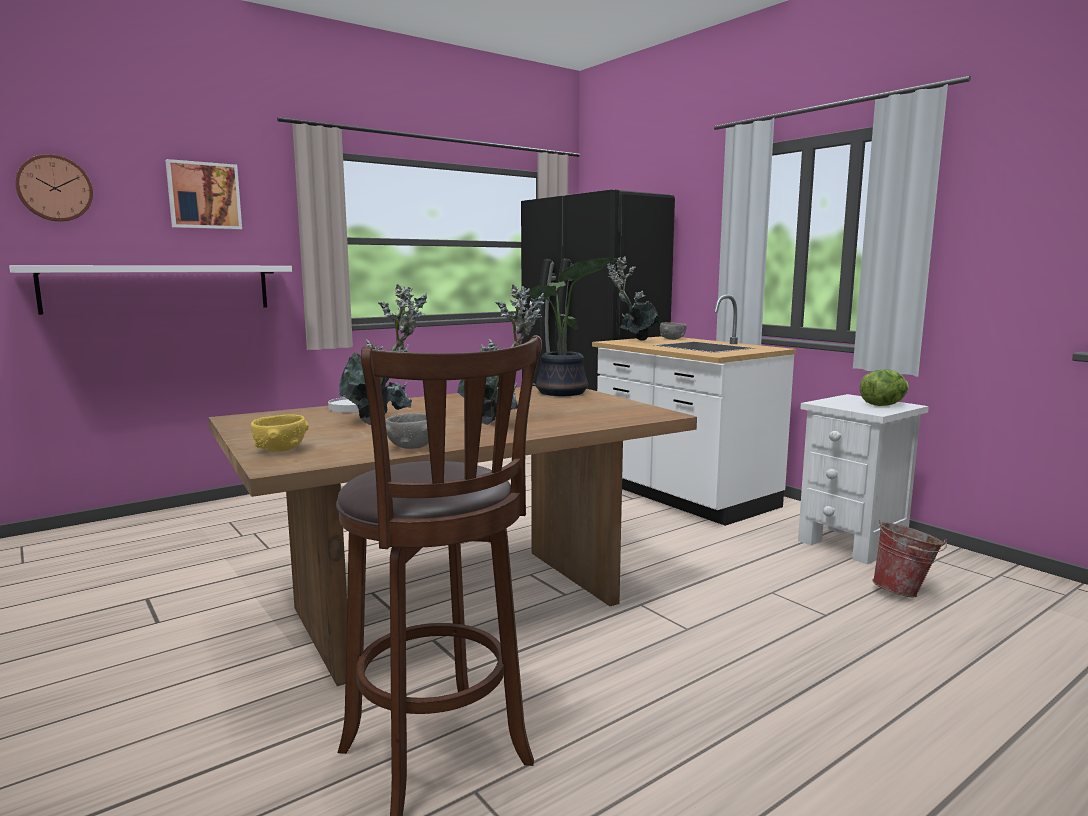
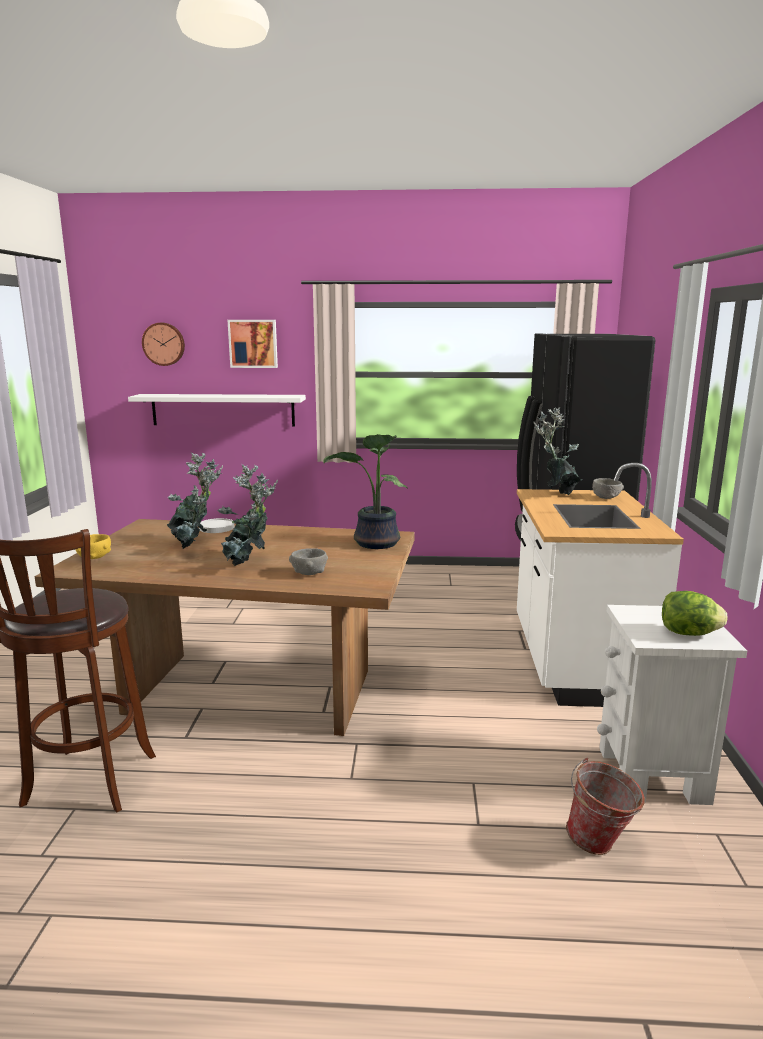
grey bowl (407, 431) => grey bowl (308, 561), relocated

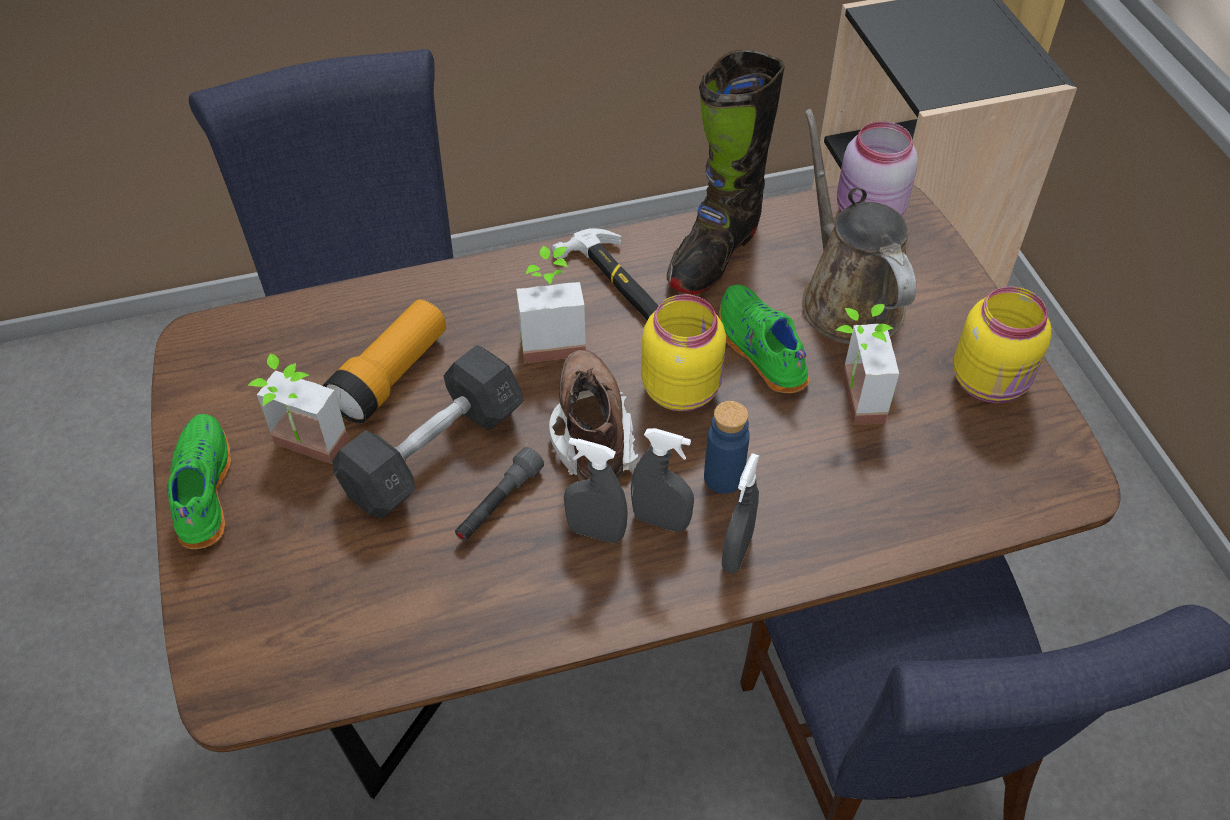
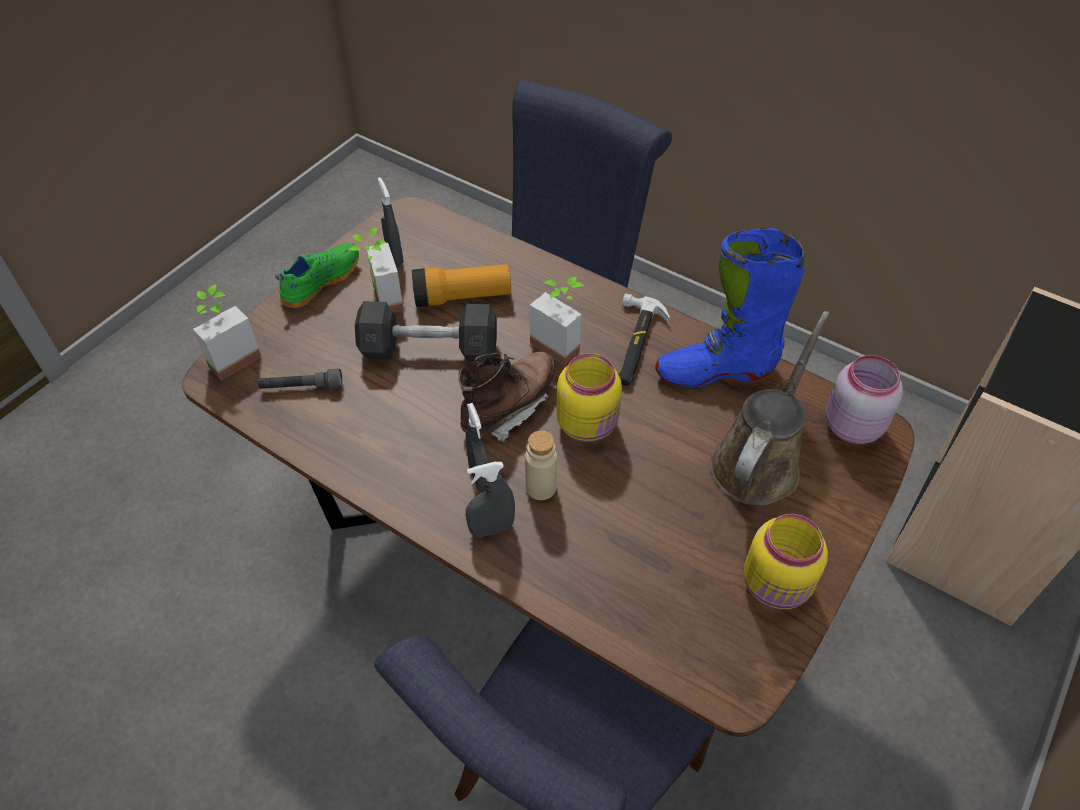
grey flashlight (499, 494) => grey flashlight (300, 379), relocated
grey spray bottle (596, 490) => grey spray bottle (391, 221), relocated
black boot (726, 172) => blue boot (730, 307)
blue bottle (727, 447) => beige bottle (541, 465)
green shoe (764, 339) => nothing
potted plant (867, 364) => potted plant (227, 332), relocated

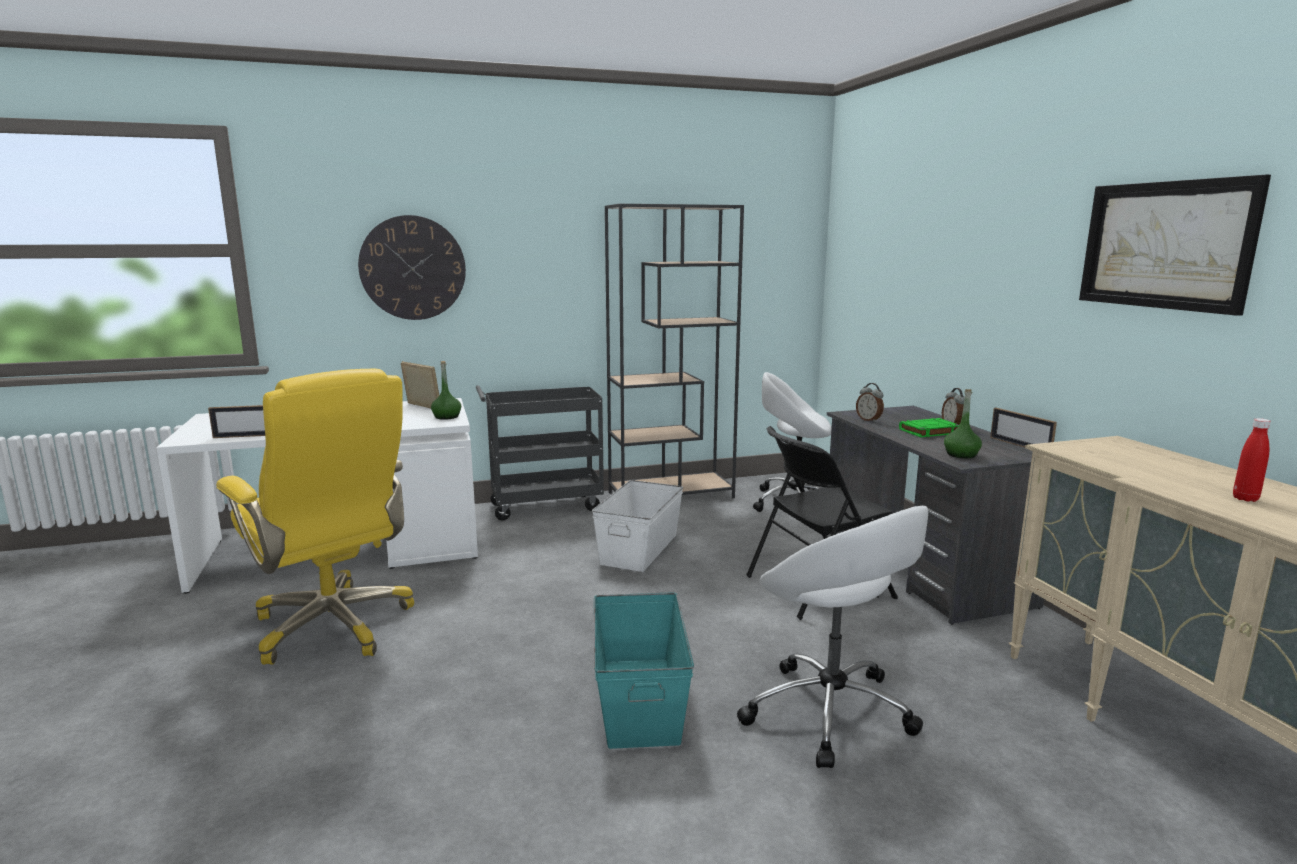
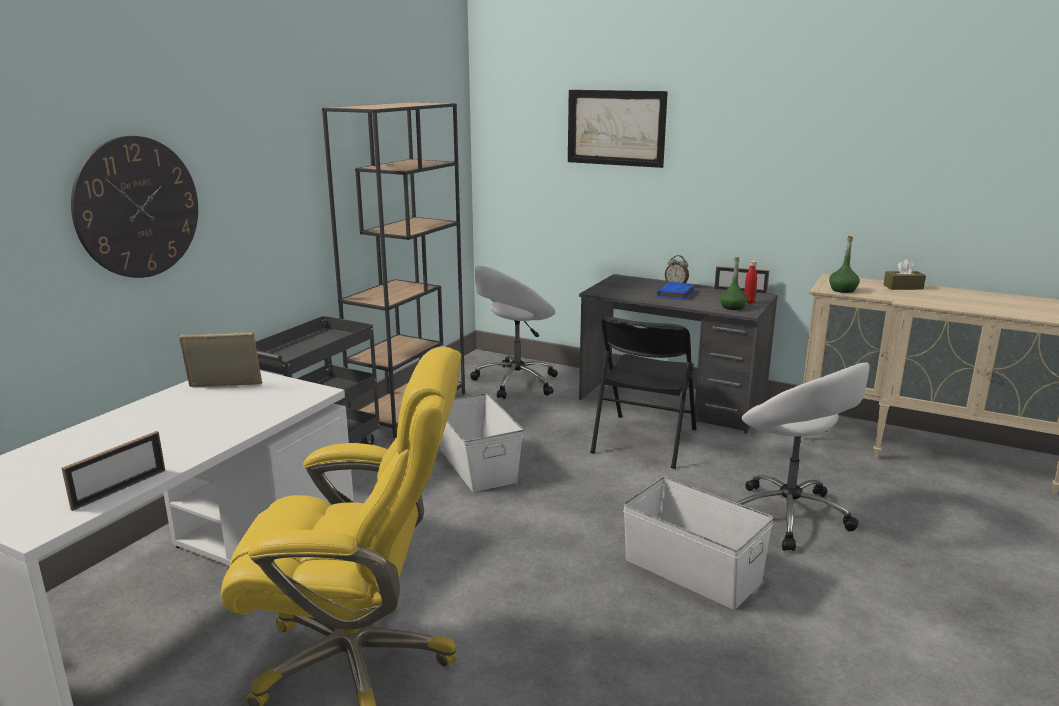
green bottle (446, 390) => green bottle (844, 264), relocated
turquoise storage box (644, 670) => white storage box (698, 543)
white office chair (832, 637) => white office chair (802, 456), 45 degrees clockwise
alarm clock (870, 403) => nothing
green book (929, 427) => blue book (676, 291)
picture (1175, 245) => picture (618, 129), relocated
red bottle (1252, 460) => red bottle (750, 282), relocated
nothing => brown tissue box (904, 274)

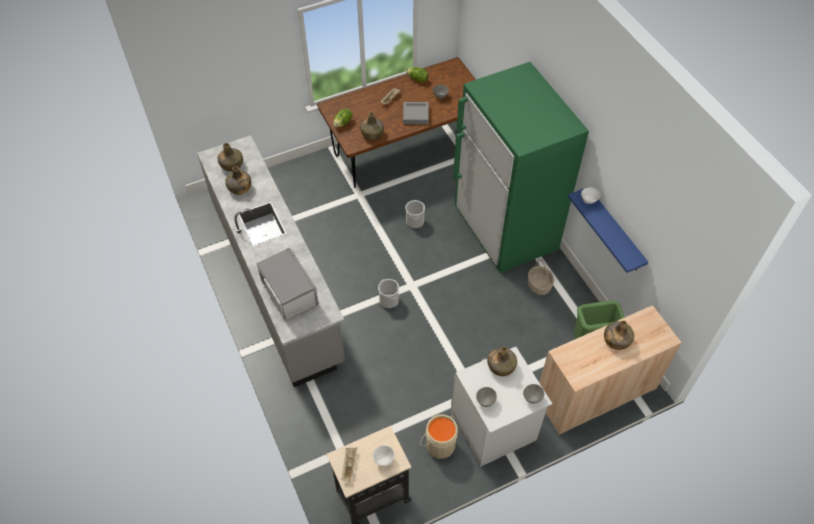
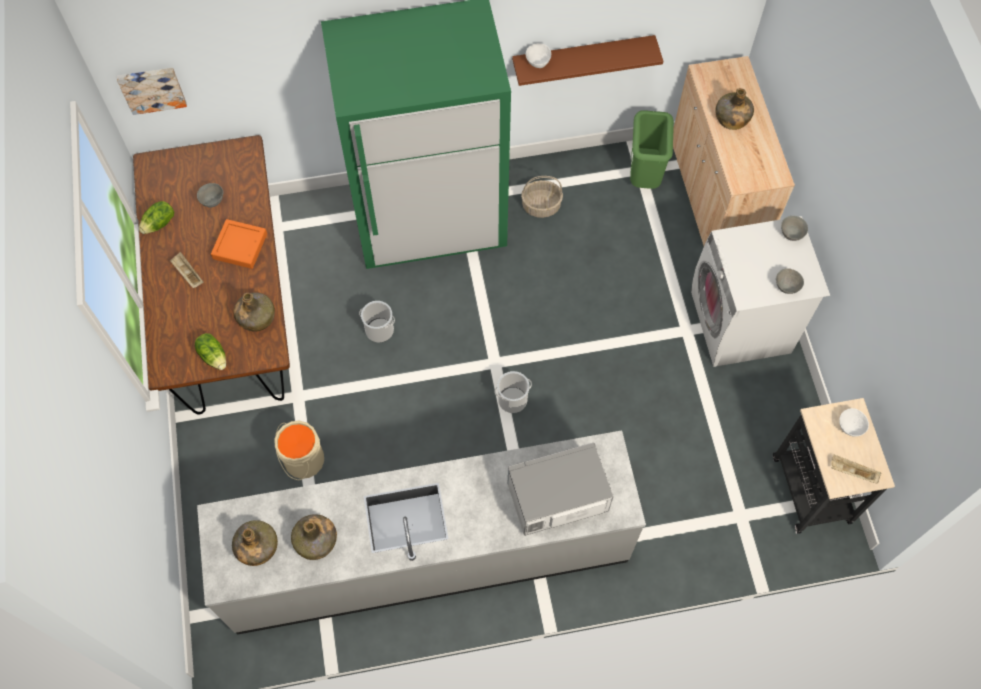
grey tray (416, 113) => orange tray (239, 244)
beige bucket (439, 437) => beige bucket (299, 450), relocated
green bottle (502, 361) => nothing
blue shelf (608, 230) => brown shelf (587, 60)
nothing => picture (152, 91)

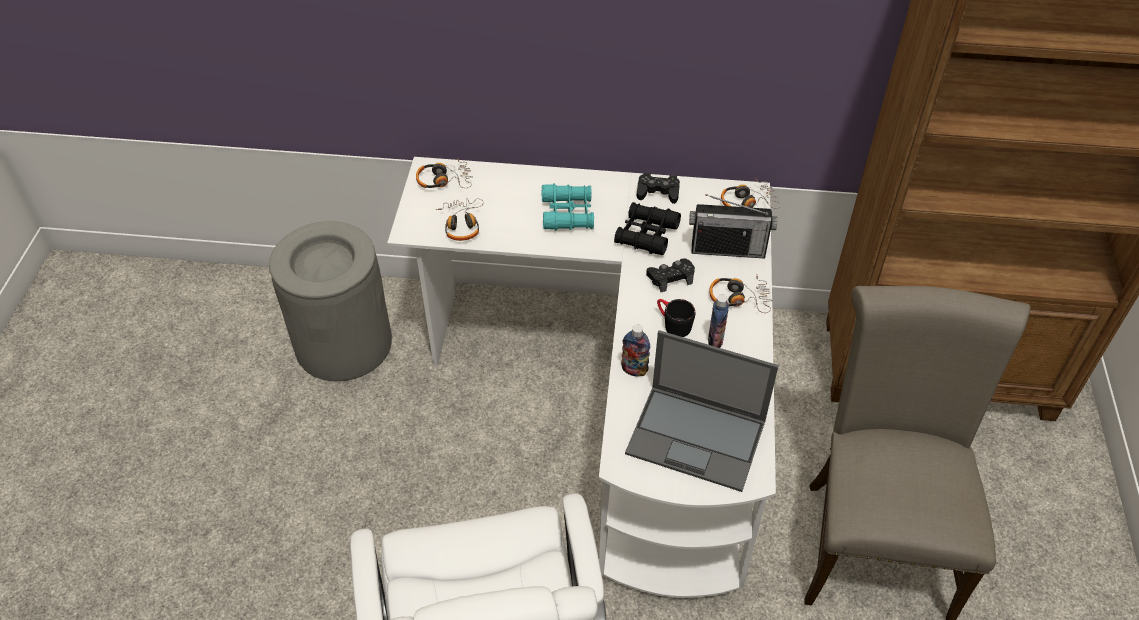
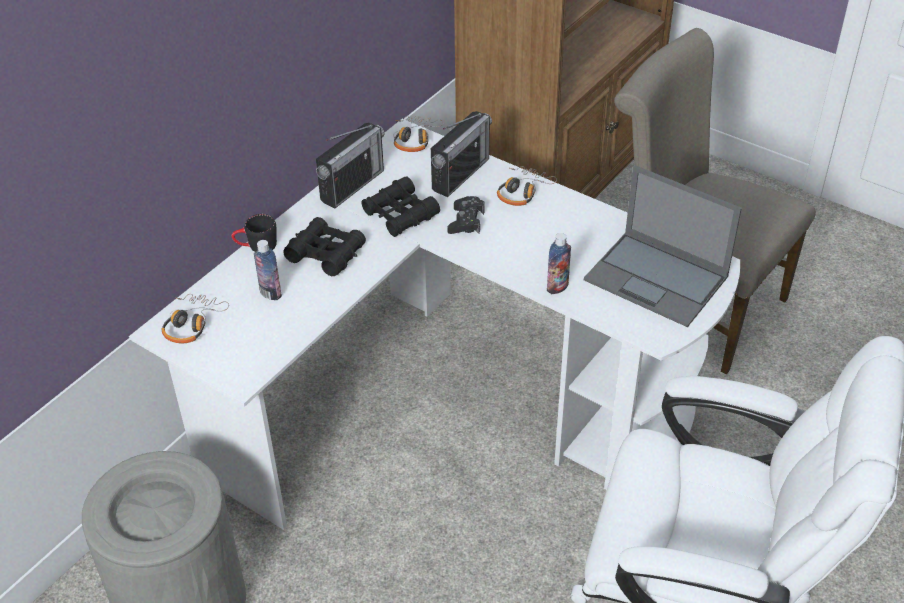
headphones (460, 219) => nothing
turquoise binoculars (568, 207) => black binoculars (324, 246)
laptop (702, 411) => laptop (663, 246), 75 degrees clockwise
black game controller (658, 188) => radio (350, 166)
black mug (676, 318) => black mug (254, 233), relocated
bottle (718, 321) => bottle (268, 270), relocated

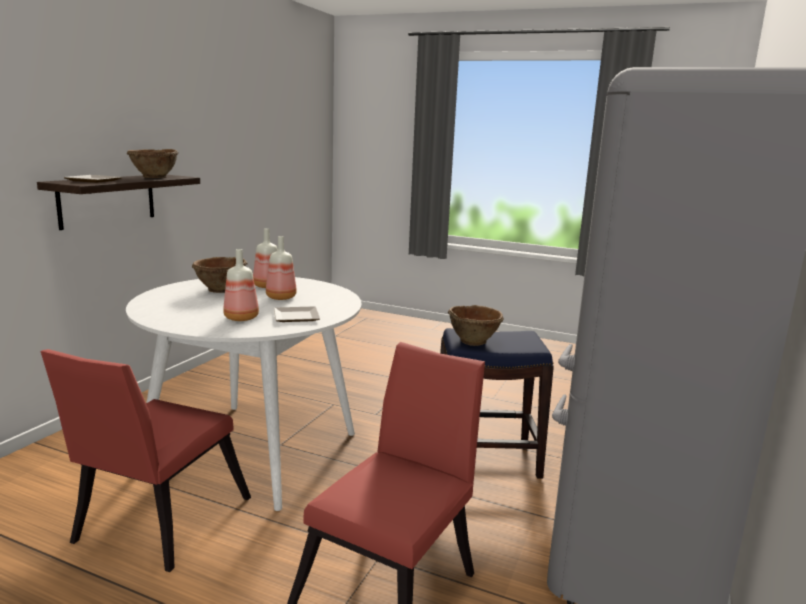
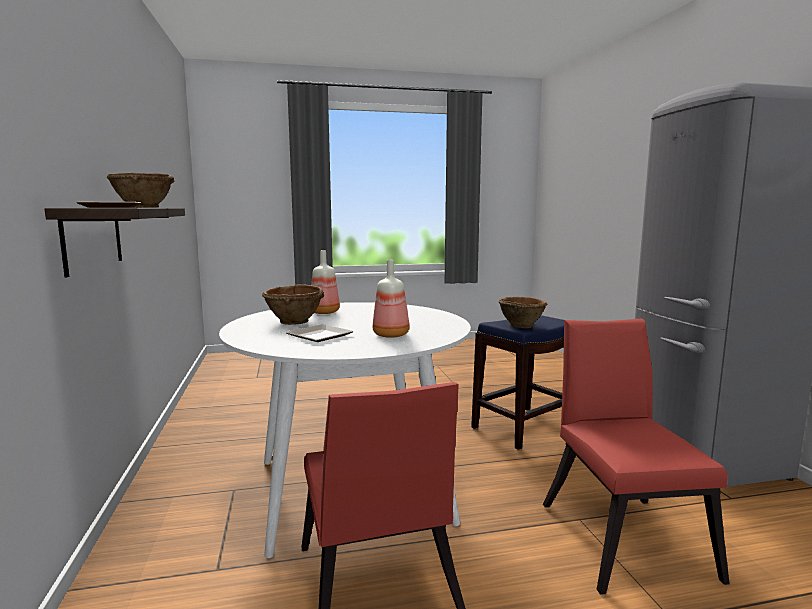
bottle (281, 268) => nothing
plate (297, 314) => plate (319, 333), relocated

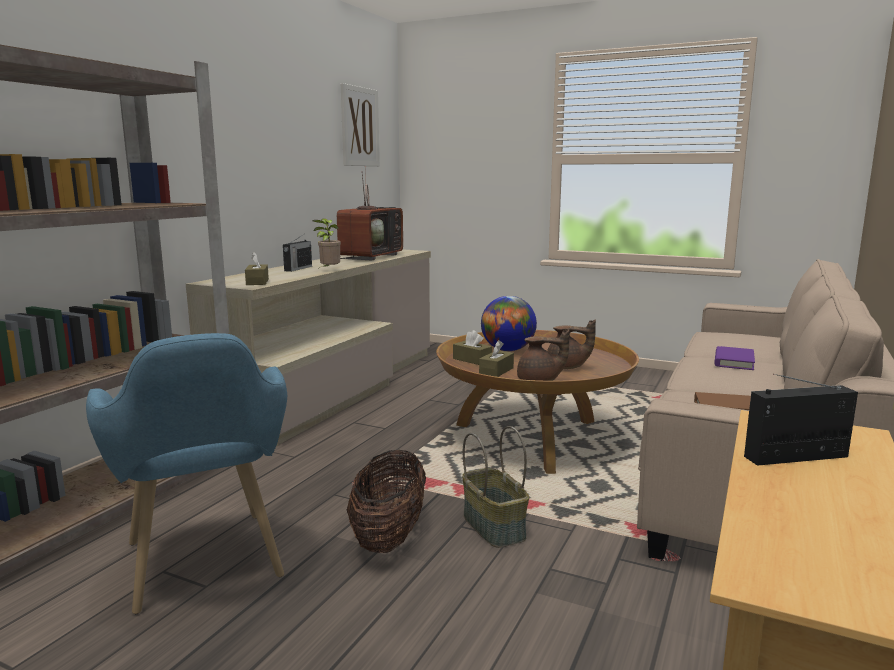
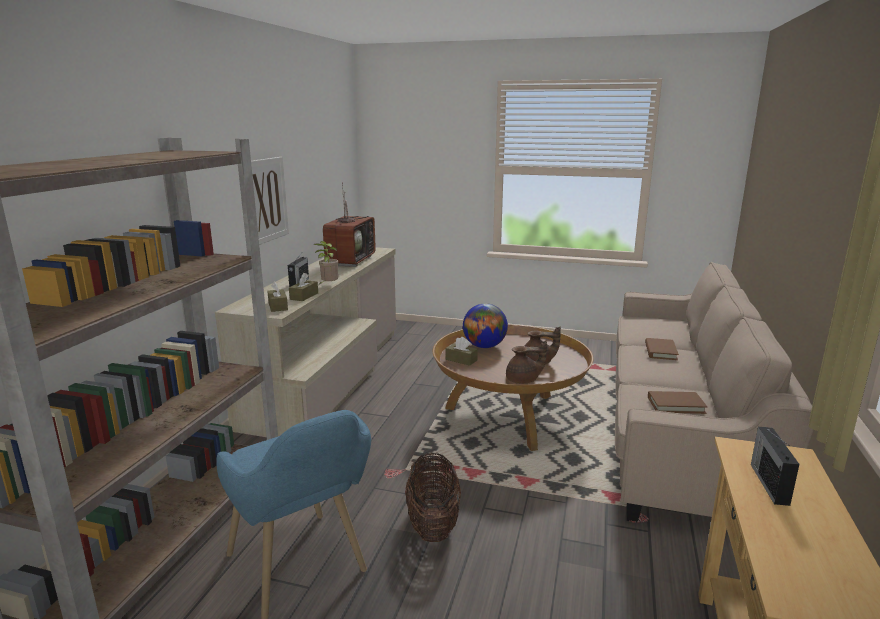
picture (360, 124) => picture (270, 201), relocated
basket (495, 487) => nothing
brown tissue box (496, 358) => brown tissue box (303, 287), relocated
purple book (734, 358) => brown book (662, 349)
radio (801, 420) => radio (775, 466), 60 degrees counterclockwise

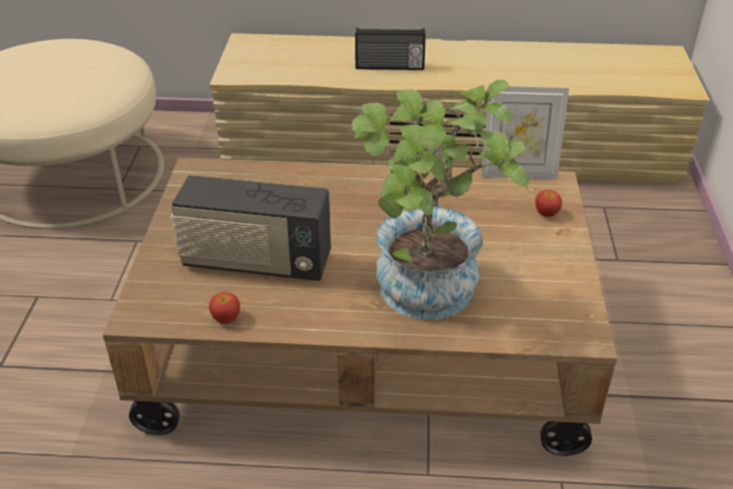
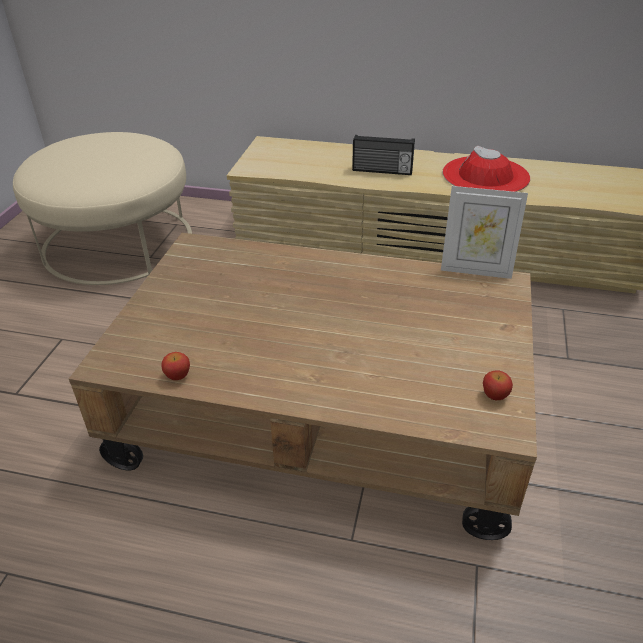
radio (251, 228) => nothing
potted plant (440, 200) => nothing
apple (548, 203) => apple (498, 385), relocated
nothing => red hat (486, 169)

